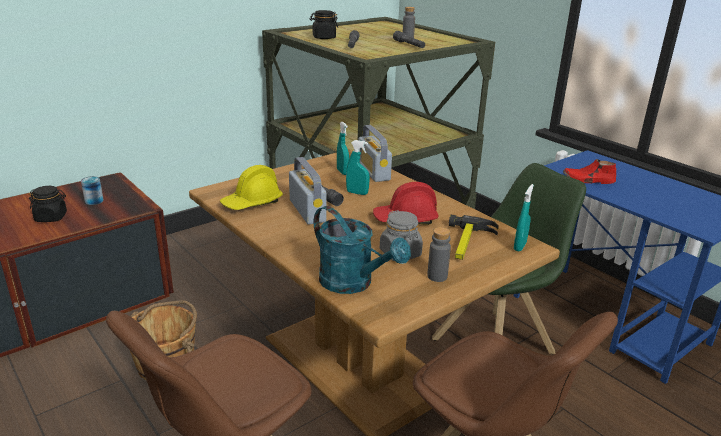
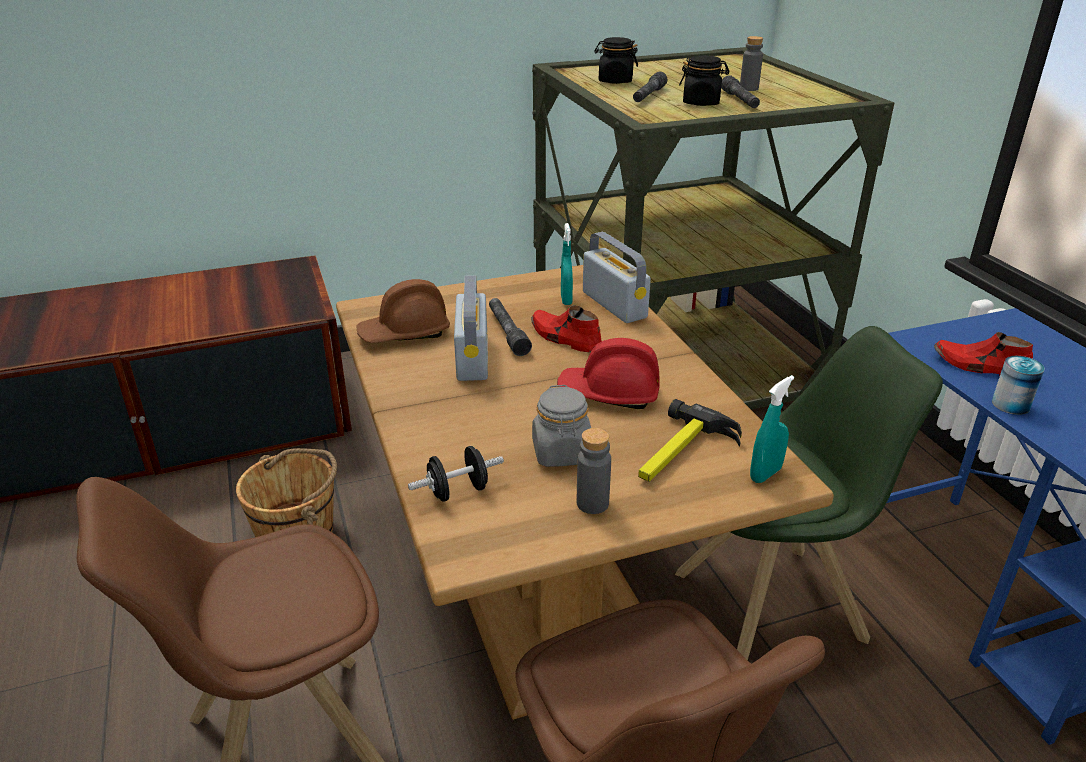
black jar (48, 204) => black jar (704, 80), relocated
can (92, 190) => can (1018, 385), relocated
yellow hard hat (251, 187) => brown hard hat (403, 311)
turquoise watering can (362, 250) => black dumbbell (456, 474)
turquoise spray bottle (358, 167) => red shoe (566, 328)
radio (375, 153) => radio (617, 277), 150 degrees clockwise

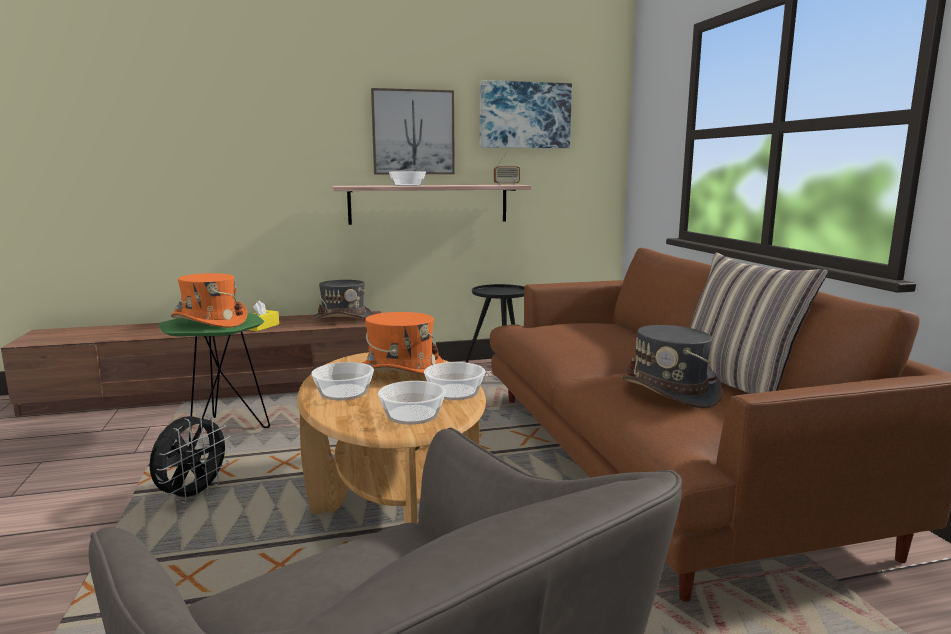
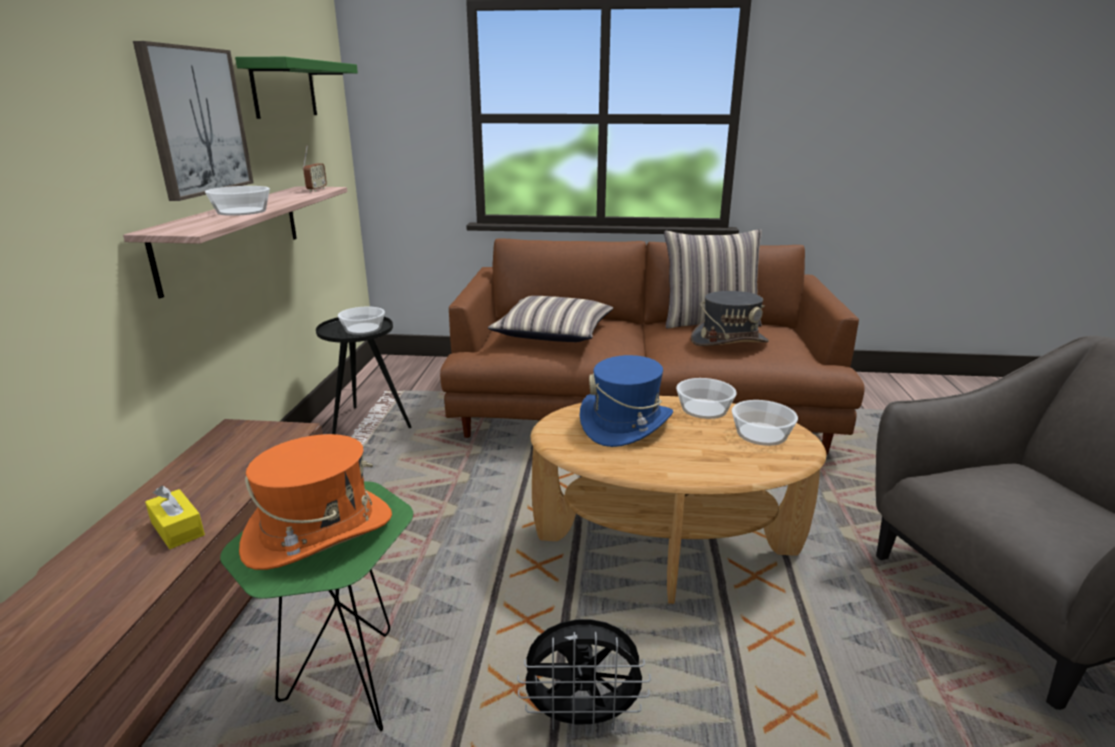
black fan (190, 458) => black fan (584, 677), 135 degrees clockwise
bowl (342, 381) => bowl (361, 321), relocated
grey hat (343, 299) => nothing
orange hat (403, 343) => blue hat (626, 401)
picture (526, 114) => green shelf (296, 88)
nothing => pillow (550, 319)

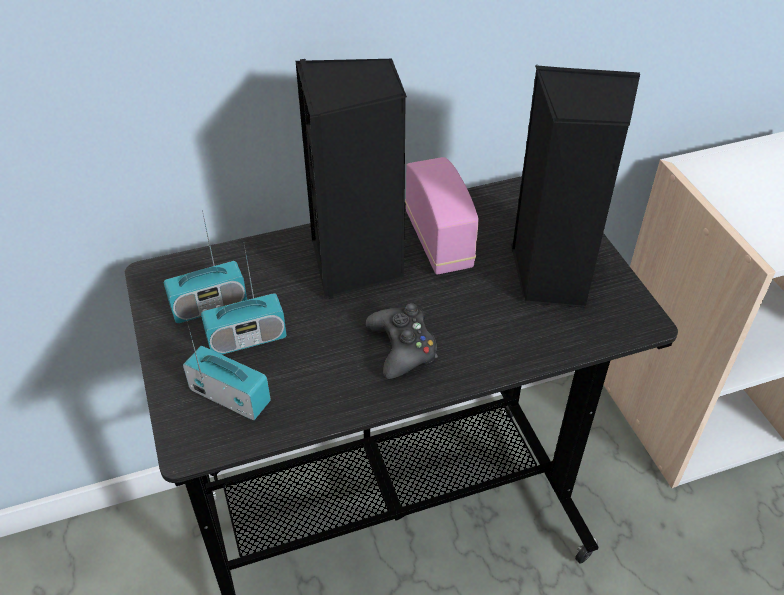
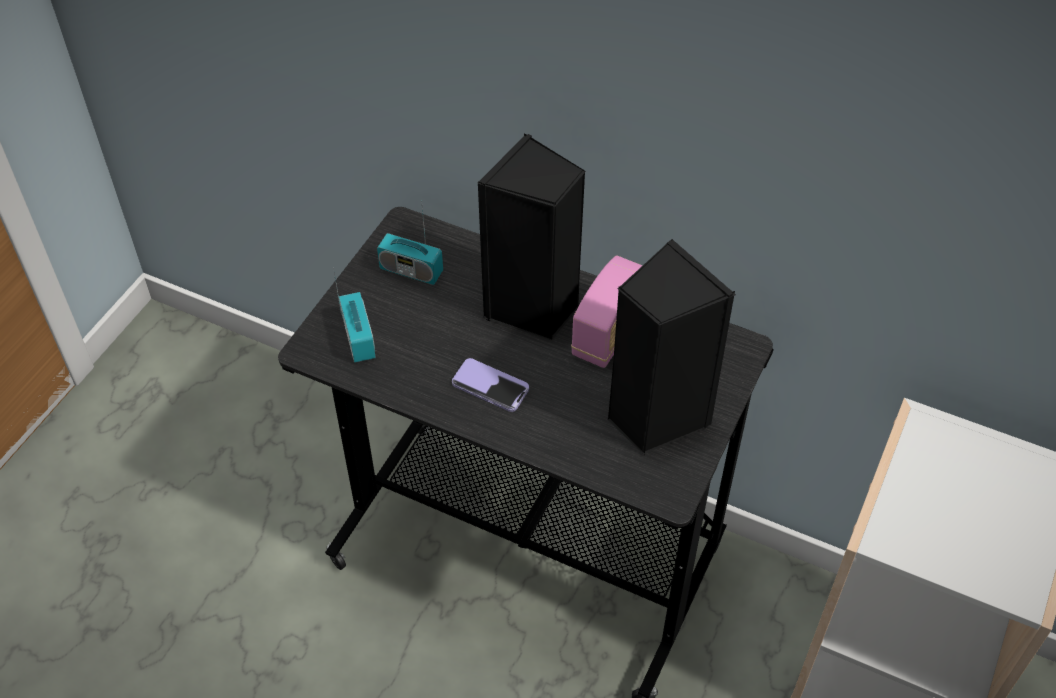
radio (243, 300) => nothing
black game controller (402, 341) => phone (490, 385)

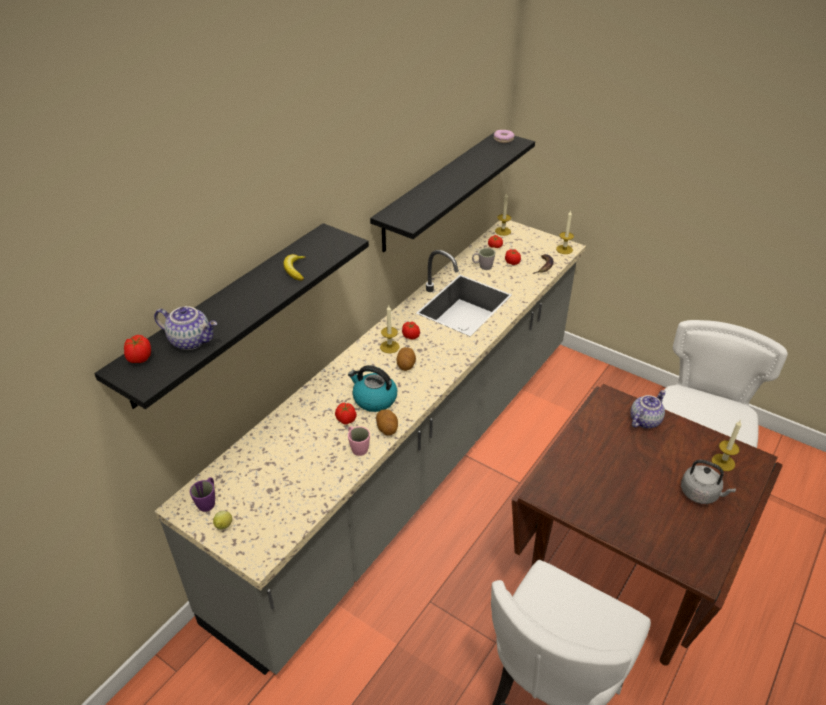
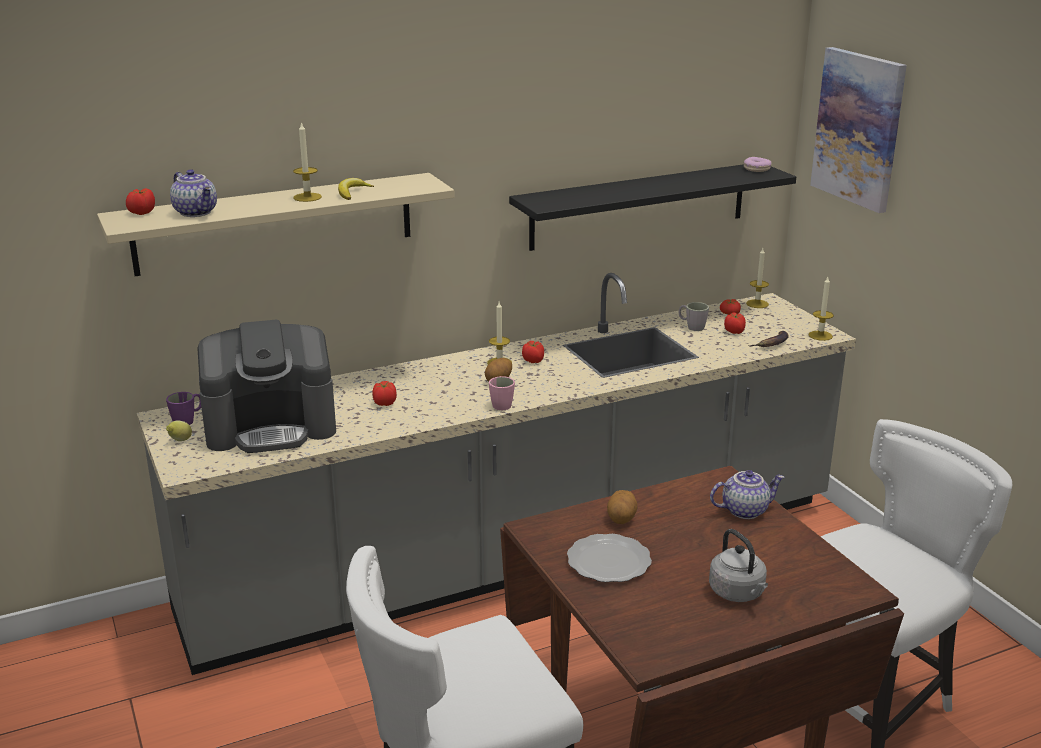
black shelf (231, 316) => beige shelf (276, 224)
kettle (373, 388) => nothing
pink mug (359, 441) => pink mug (502, 393), relocated
potato (387, 422) => potato (622, 507), relocated
candle (726, 446) => candle (307, 162), relocated
nothing => coffee machine (266, 386)
nothing => plate (609, 558)
nothing => picture (858, 130)

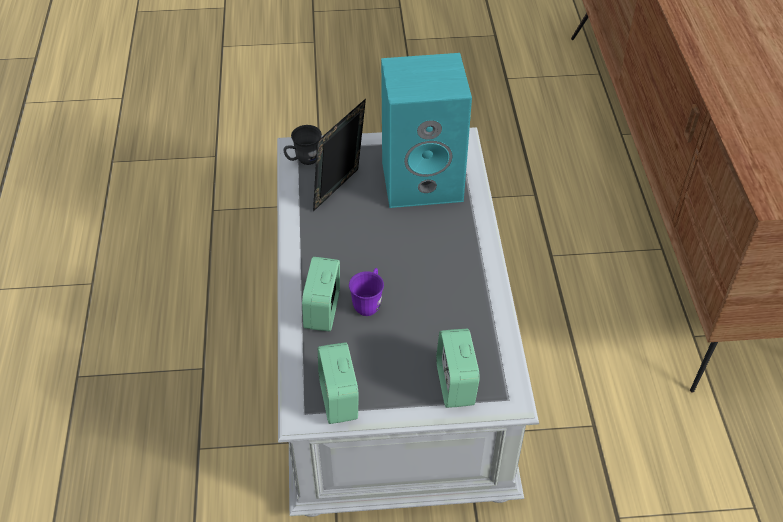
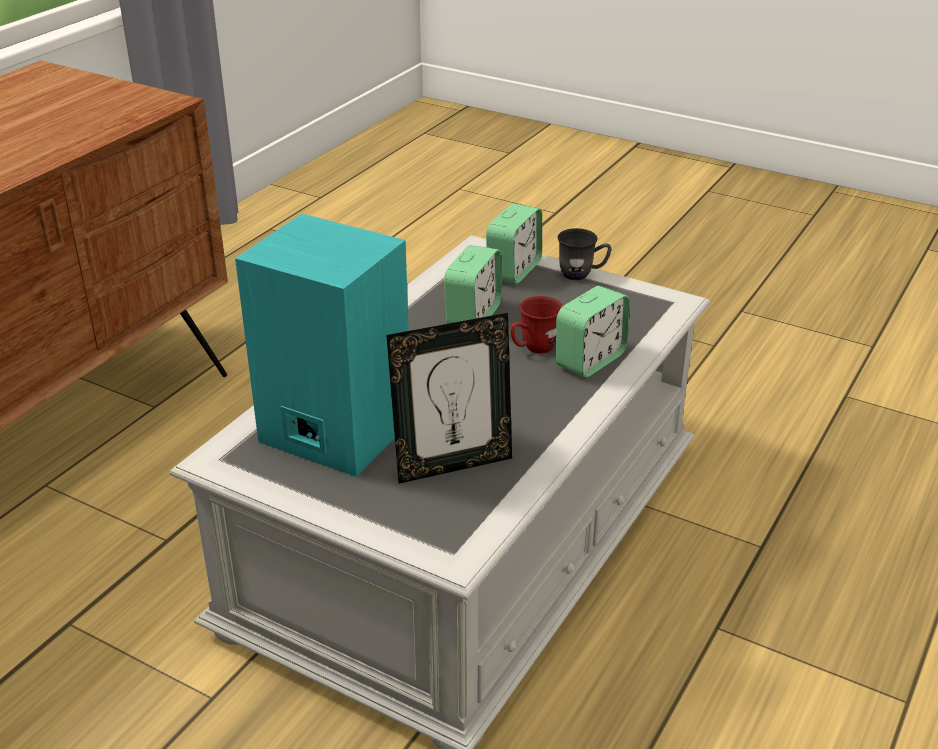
grey mug (302, 145) => grey mug (584, 254), relocated
alarm clock (338, 383) => alarm clock (473, 284), relocated
purple mug (366, 292) => red mug (536, 324)

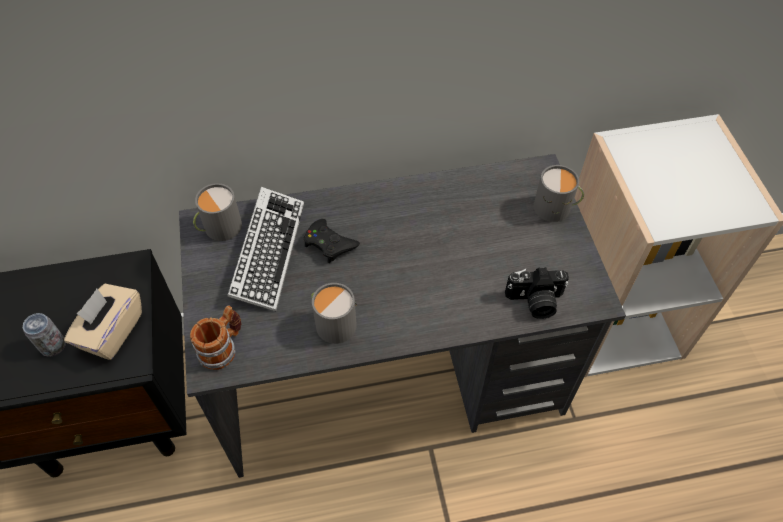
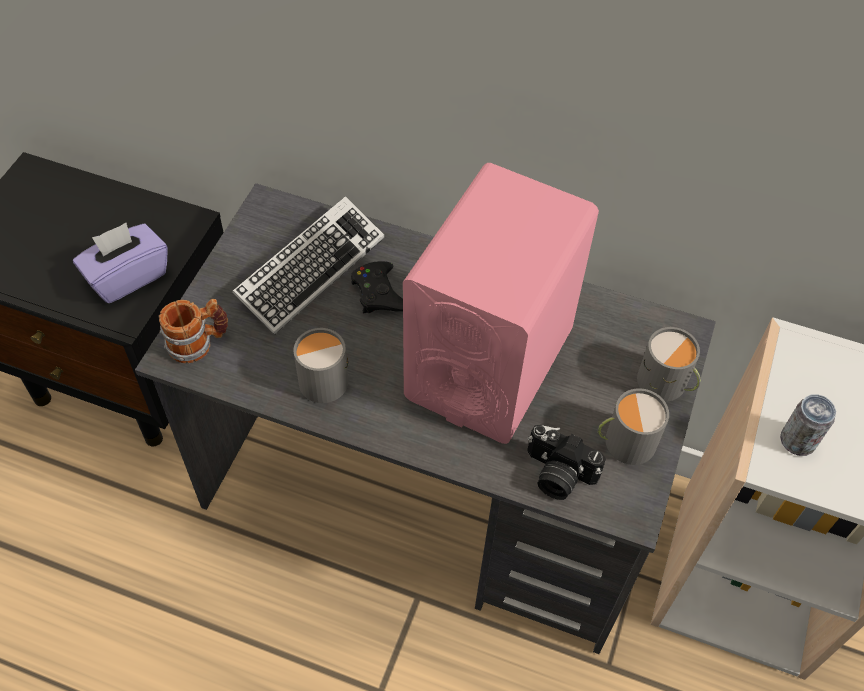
can (44, 335) => can (808, 425), relocated
beige tissue box (103, 322) => purple tissue box (120, 263)
grey mug (217, 212) => grey mug (633, 426), relocated
nothing => pink speaker (501, 303)

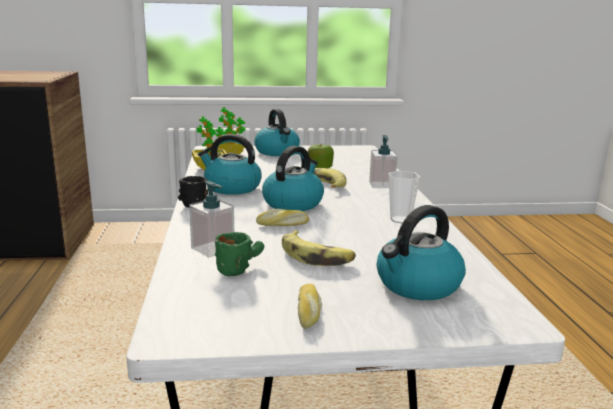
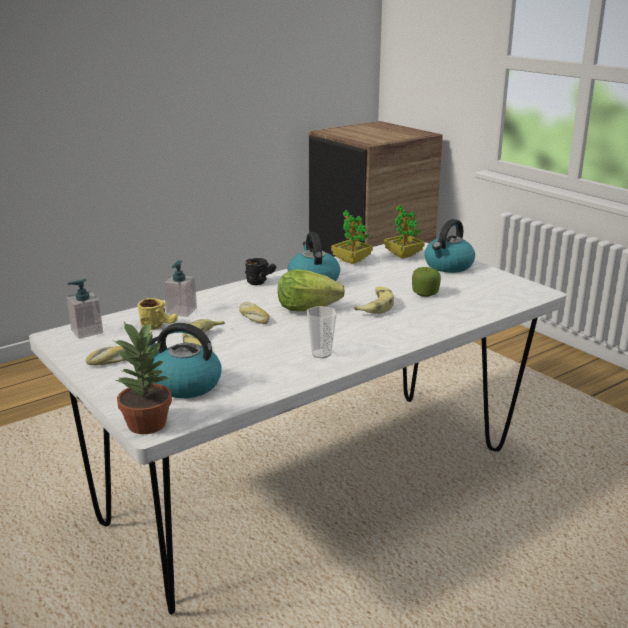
green mug (239, 254) => yellow mug (157, 314)
kettle (293, 178) => lettuce (311, 290)
soap dispenser (383, 161) => soap dispenser (85, 309), relocated
nothing => potted plant (143, 378)

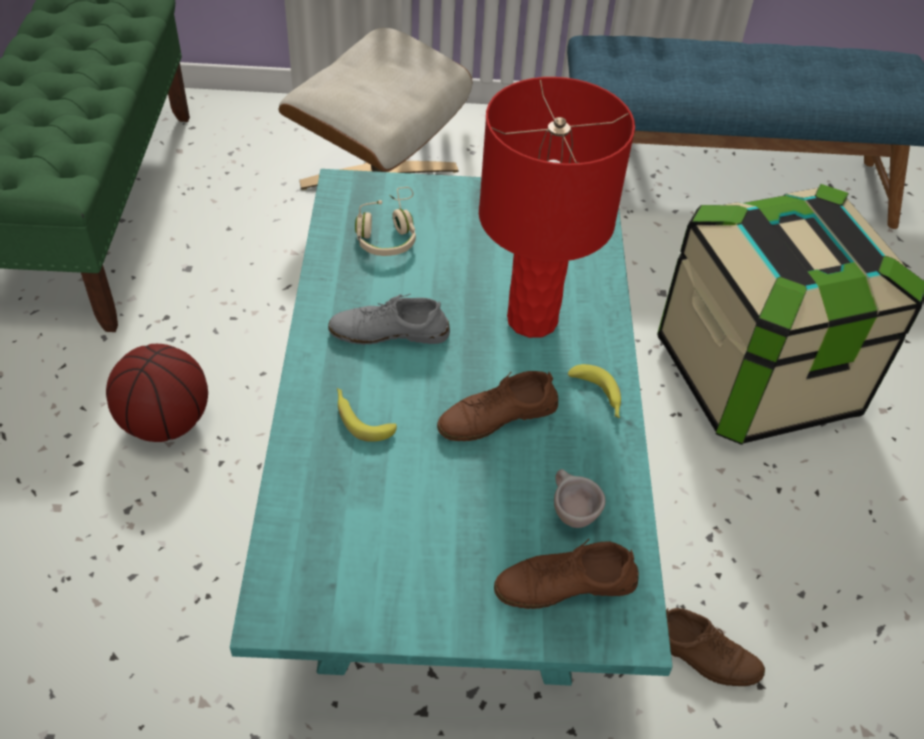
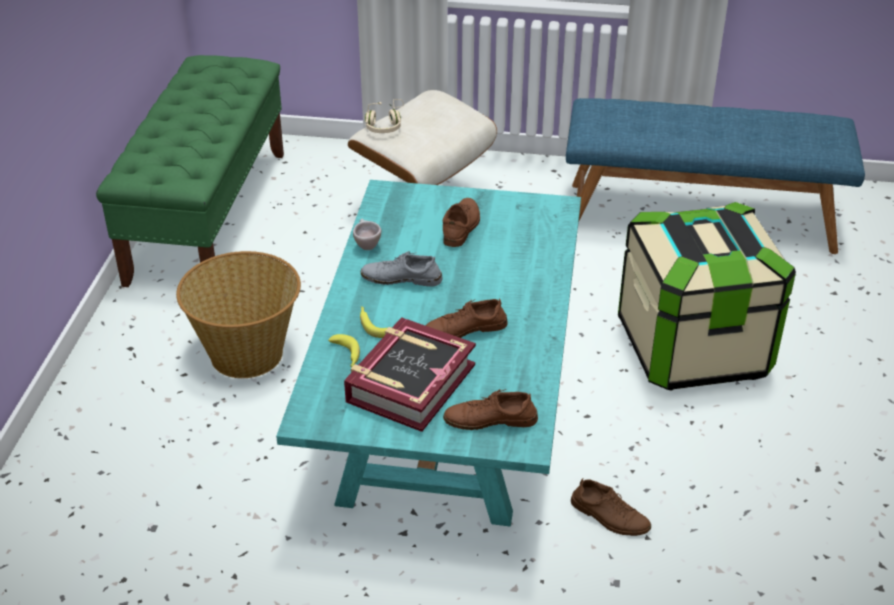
basketball (157, 393) => basket (238, 314)
beige headphones (385, 221) => beige headphones (384, 116), relocated
red table lamp (557, 207) => nothing
beige cup (579, 498) => beige cup (367, 234), relocated
banana (594, 391) => banana (344, 350), relocated
nothing => book (410, 374)
nothing => brown shoe (461, 222)

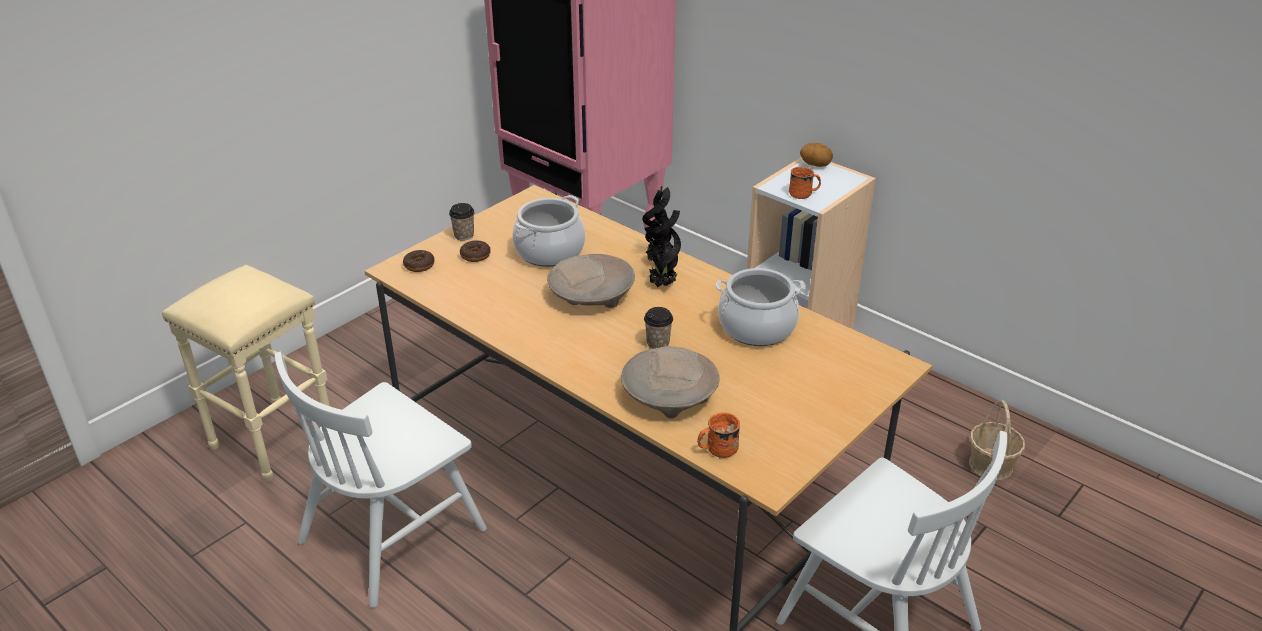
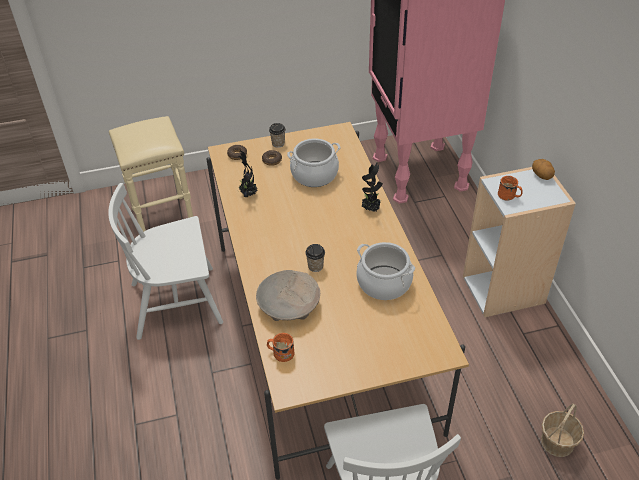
beige bowl (591, 281) => nothing
potted plant (663, 250) => potted plant (247, 173), relocated

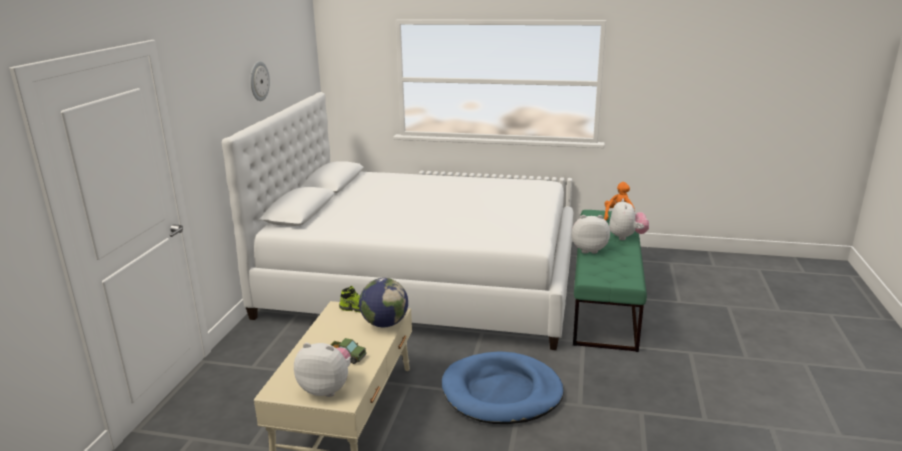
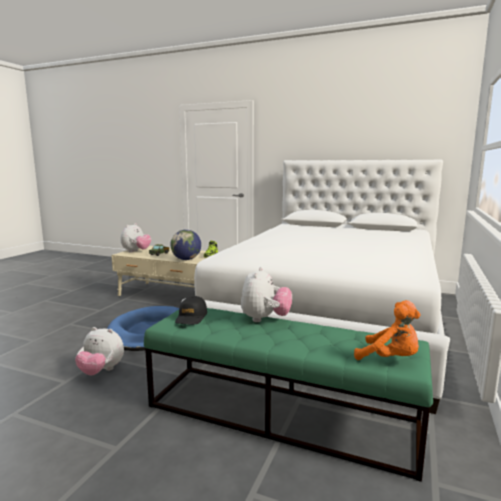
wall clock (260, 81) => nothing
plush toy (629, 219) => plush toy (99, 351), relocated
nothing => black cap (191, 310)

